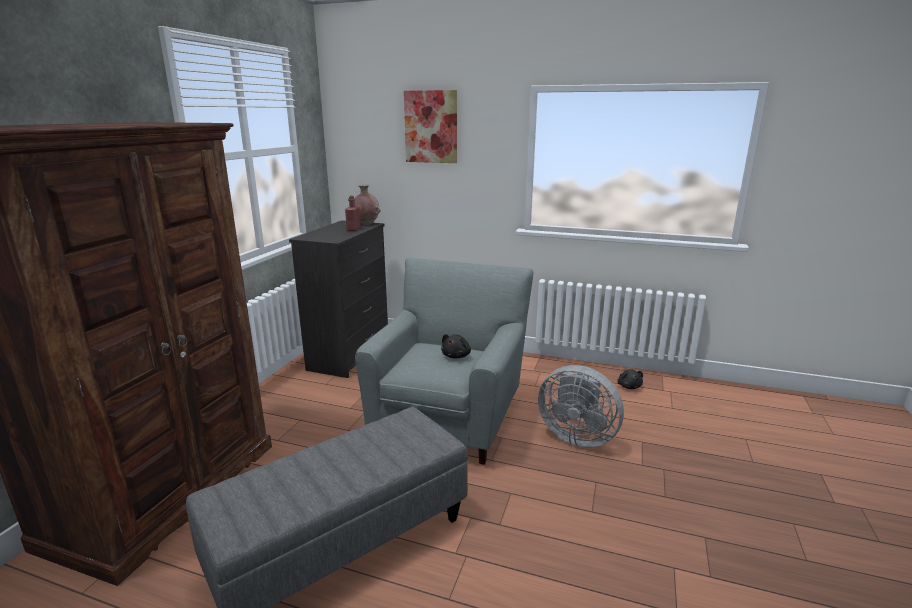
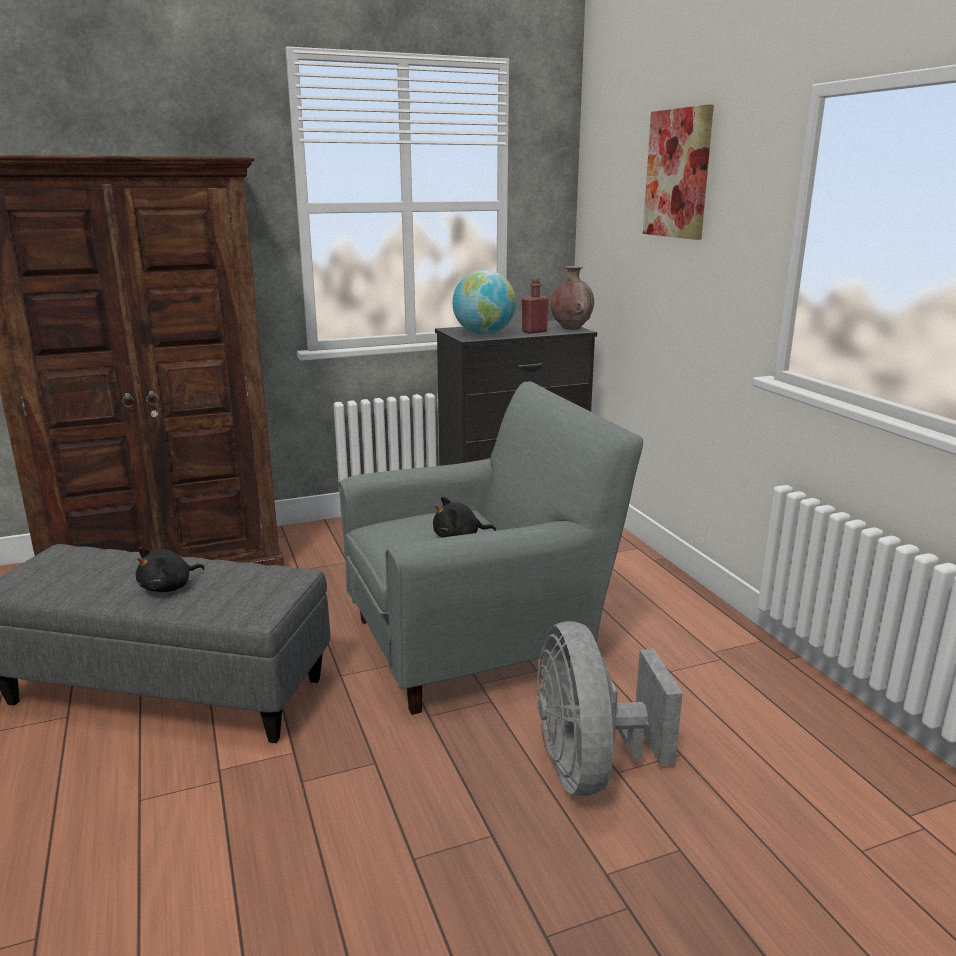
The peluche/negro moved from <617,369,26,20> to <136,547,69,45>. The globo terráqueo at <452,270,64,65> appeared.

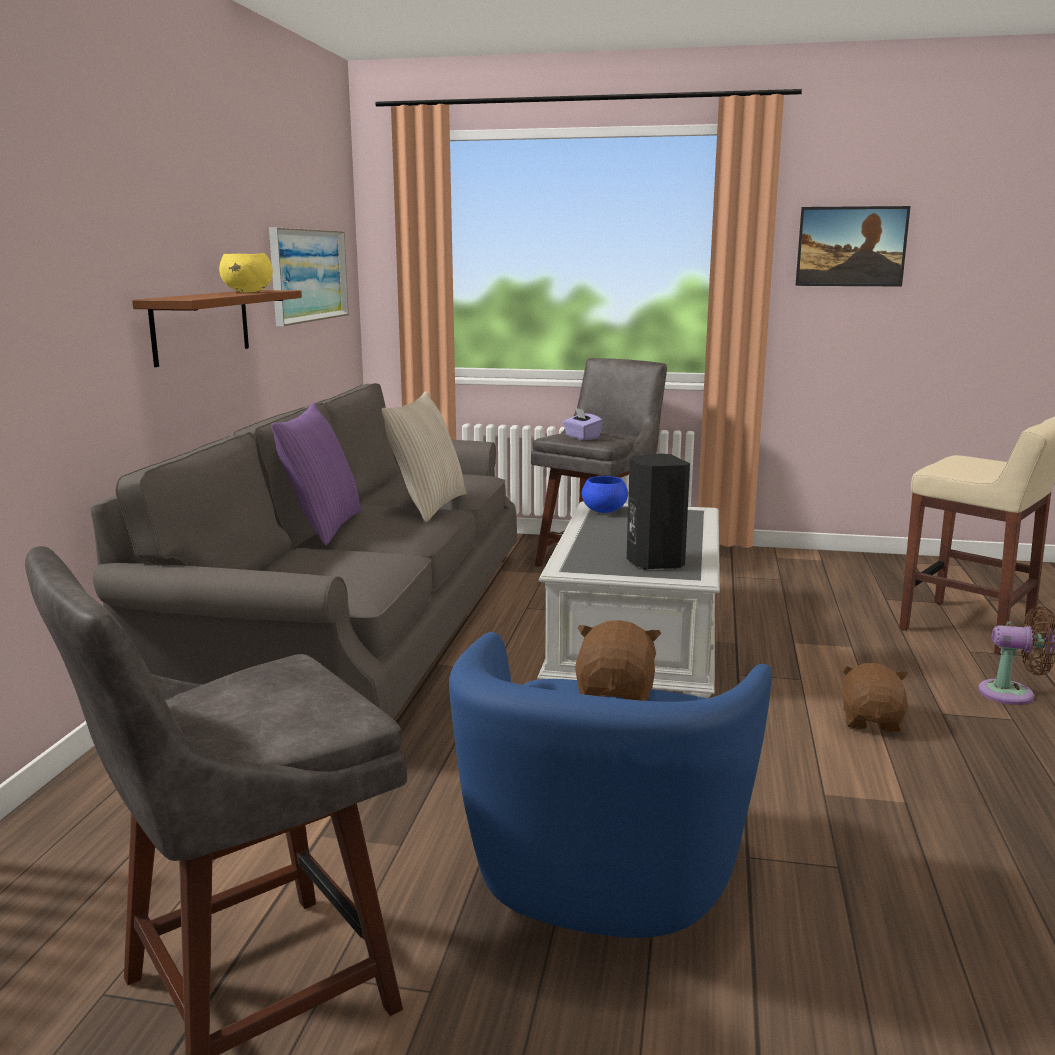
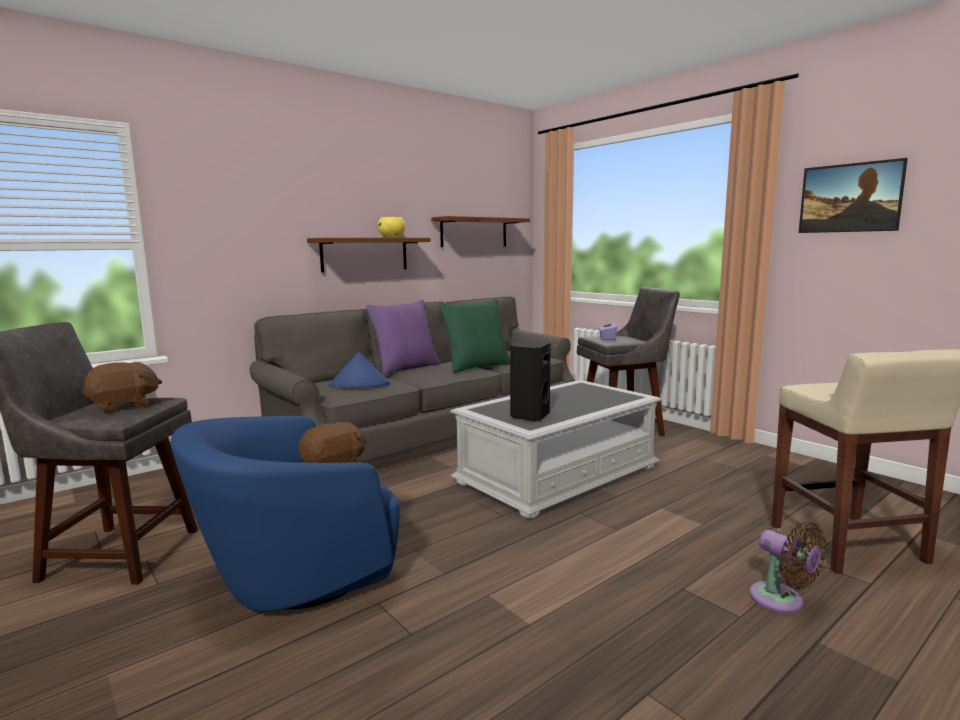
The peluche/marrón moved from <840,663,68,70> to <83,362,79,51>. The sombrero/azul at <328,352,62,36> appeared. The cuadro at <269,228,80,98> was replaced by the estante/marrón at <431,216,99,31>. The cojín/beis at <381,391,85,131> became the cojín/verde at <439,299,71,74>. The cuenco/azul at <582,476,46,37> disappeared.

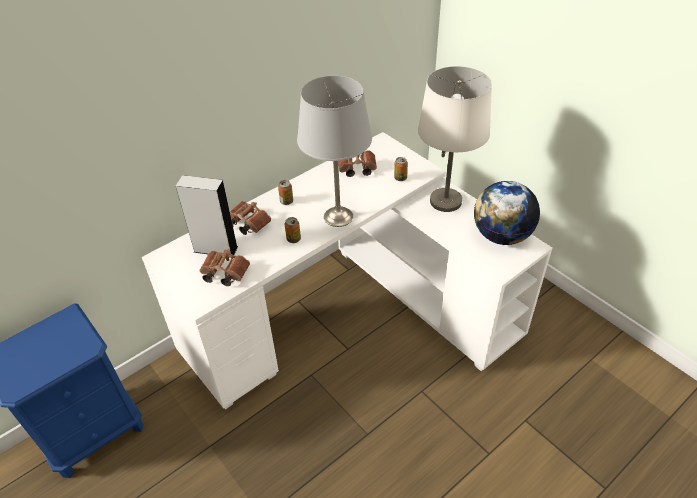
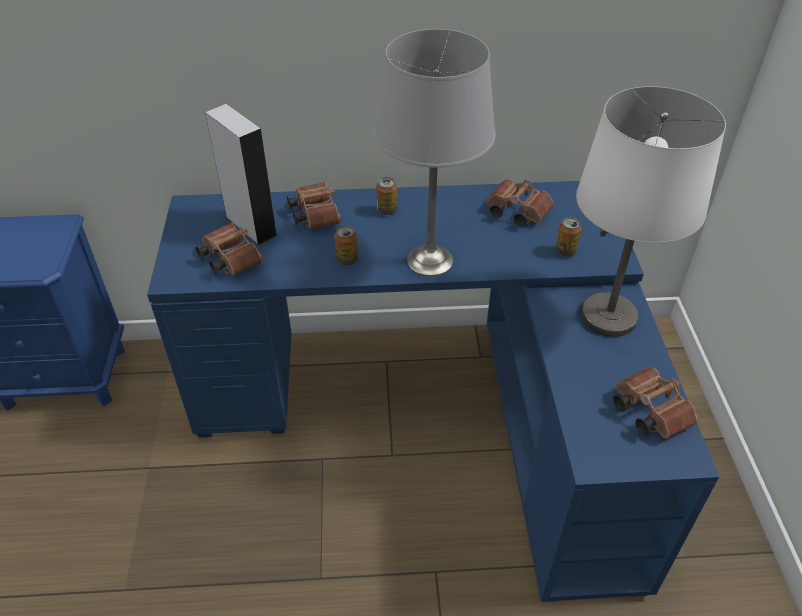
The escritorio/blanco at <142,132,410,278> became the escritorio/azul at <147,181,572,421>. The globo terráqueo at <474,181,66,64> was replaced by the prismáticos/marrón at <613,368,85,71>.

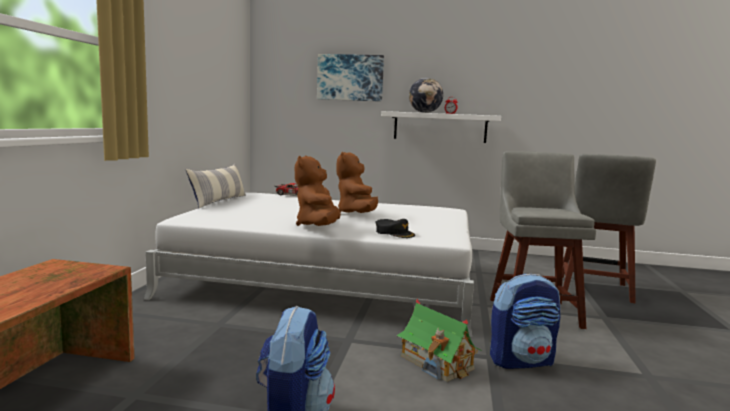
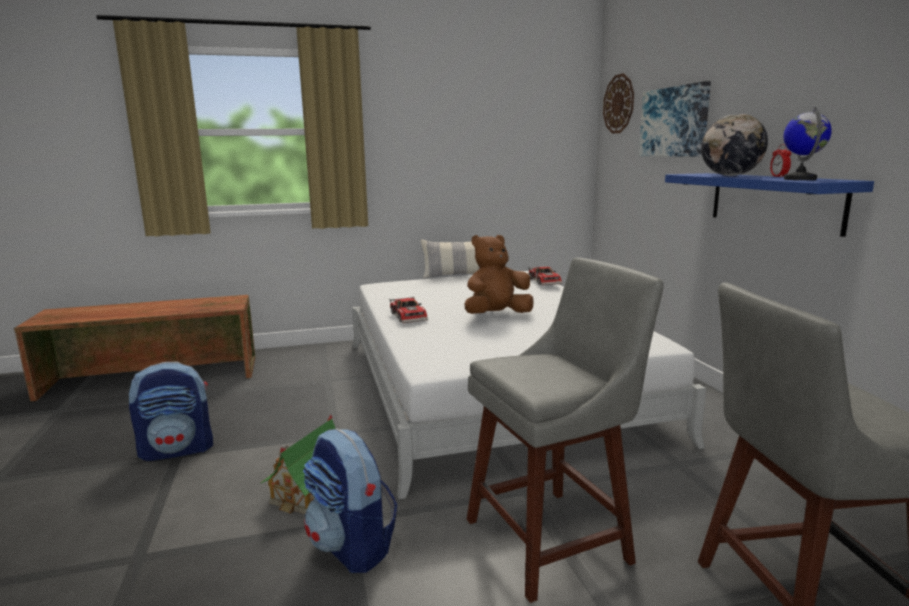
The peluche/marrón at <295,156,46,70> was replaced by the coche de juguete at <390,297,38,26>. The reloj de pared at <603,73,31,61> appeared. The estante/blanco at <381,111,120,32> became the estante/azul at <665,173,209,64>. The globo terráqueo at <783,106,49,74> appeared. The gorra/negro at <376,219,39,19> disappeared.

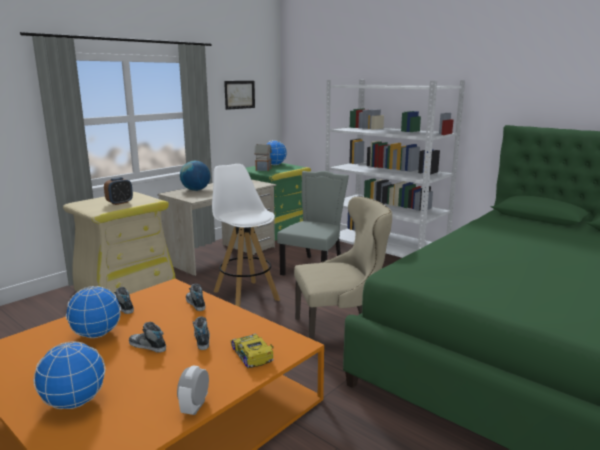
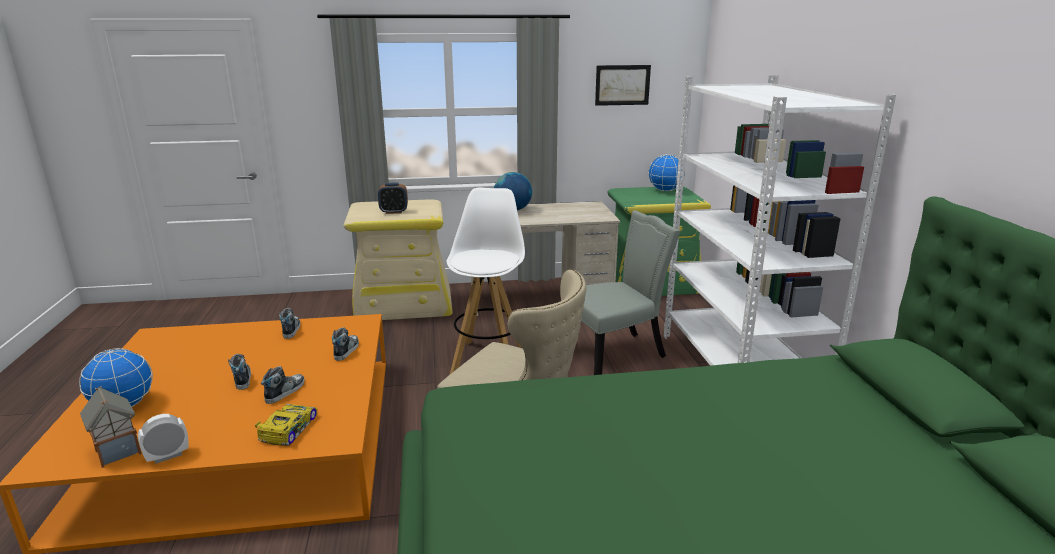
The casita moved from <254,144,18,27> to <80,386,62,82>. The globo terráqueo at <66,286,55,52> disappeared.

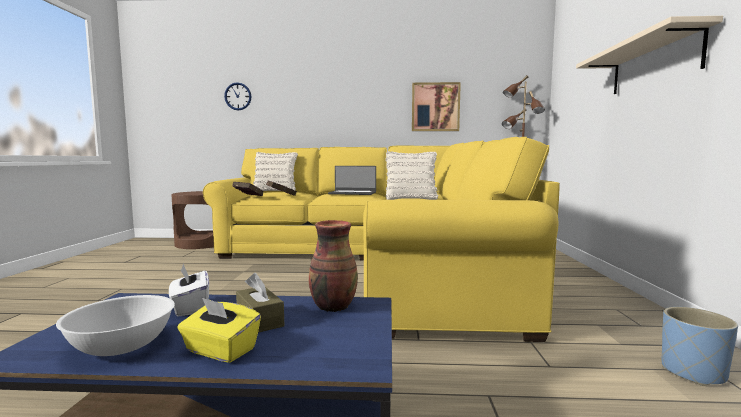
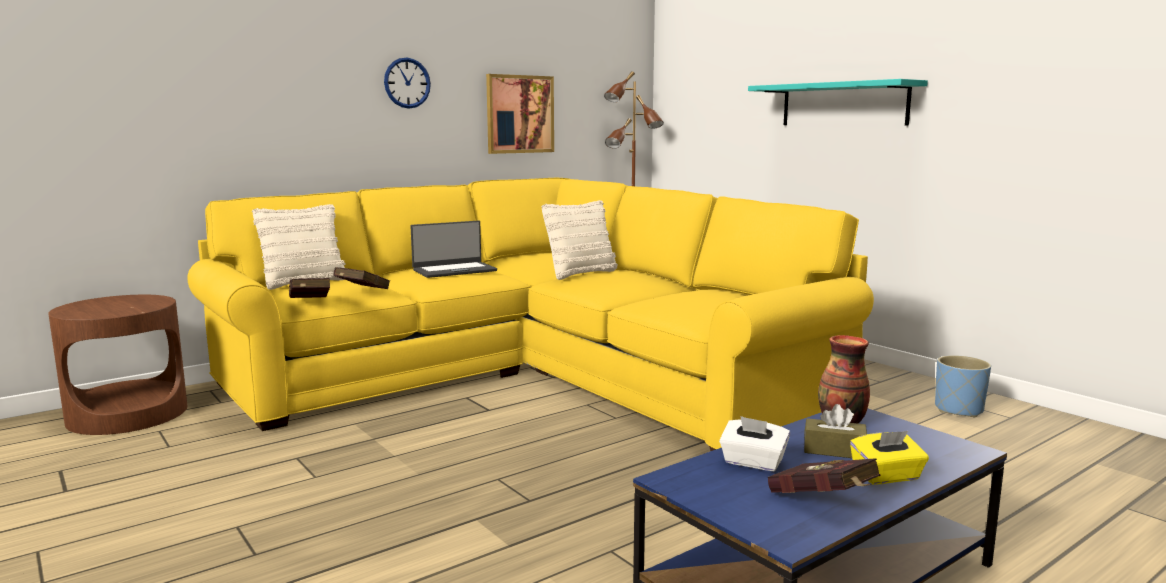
The reloj de pared moved from <224,82,27,29> to <384,58,47,51>. The estante/beis at <576,16,147,78> became the estante/turquesa at <748,79,180,47>. The cuenco/blanco at <56,295,119,61> was replaced by the libro/rojo at <768,458,113,35>.

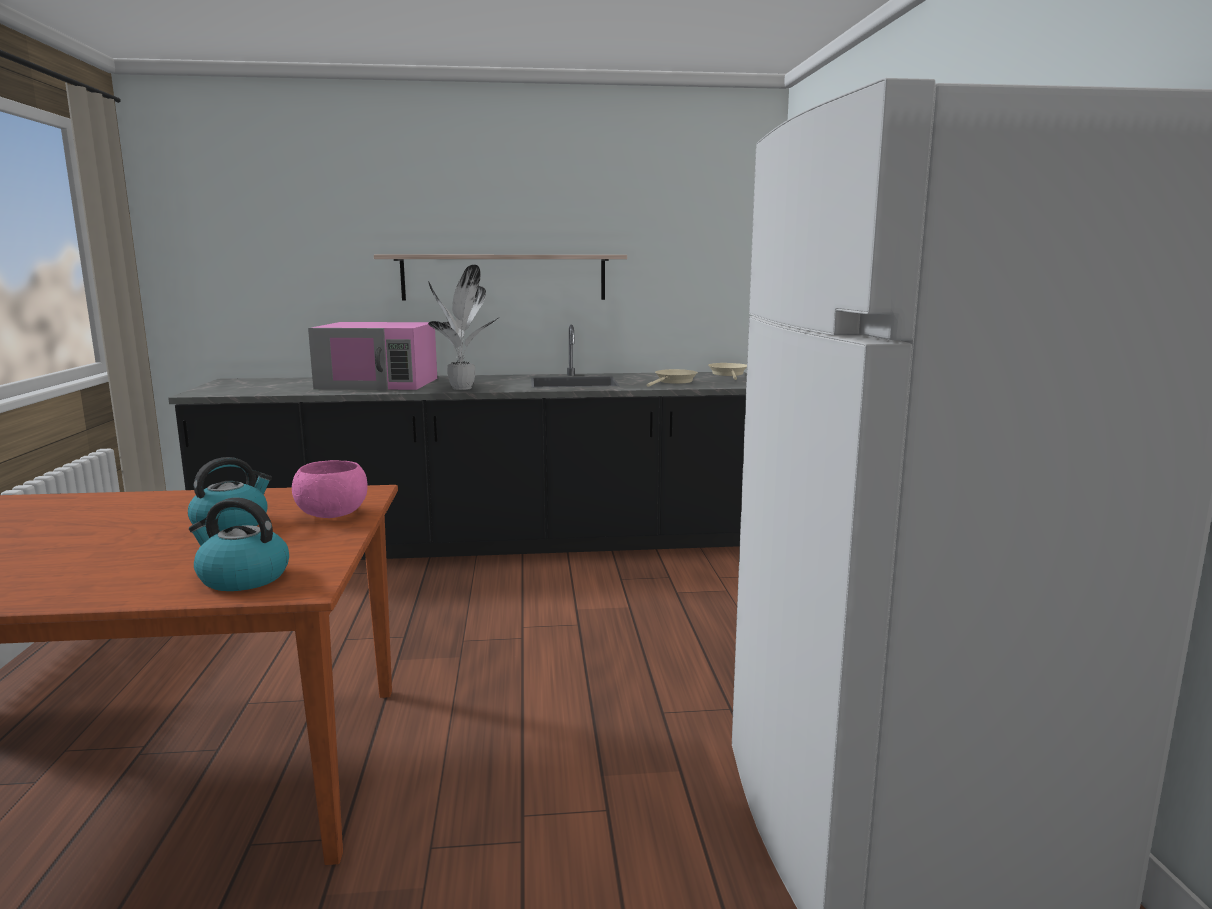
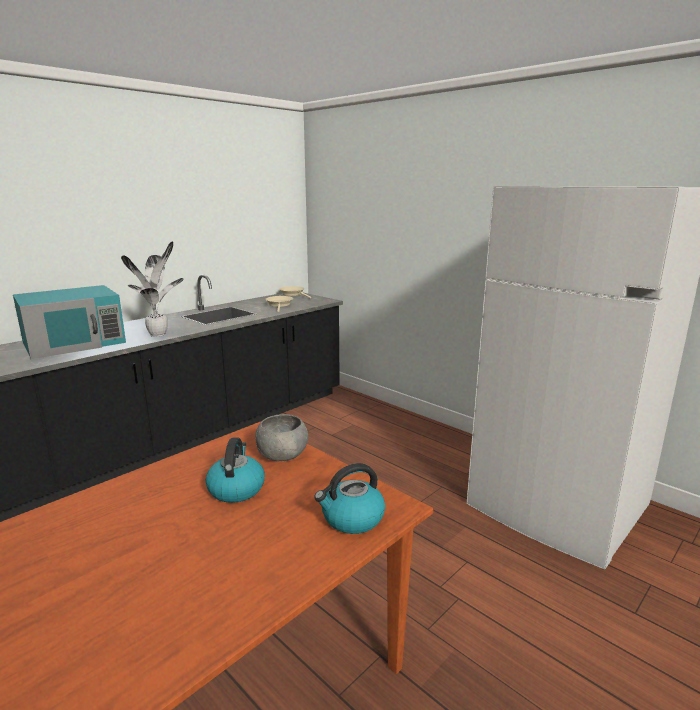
The microondas/rosa at <308,322,129,68> became the microondas/turquesa at <13,285,113,75>. The cuenco/rosa at <292,460,76,58> became the cuenco/gris at <255,414,53,47>. The estante at <374,255,253,46> disappeared.

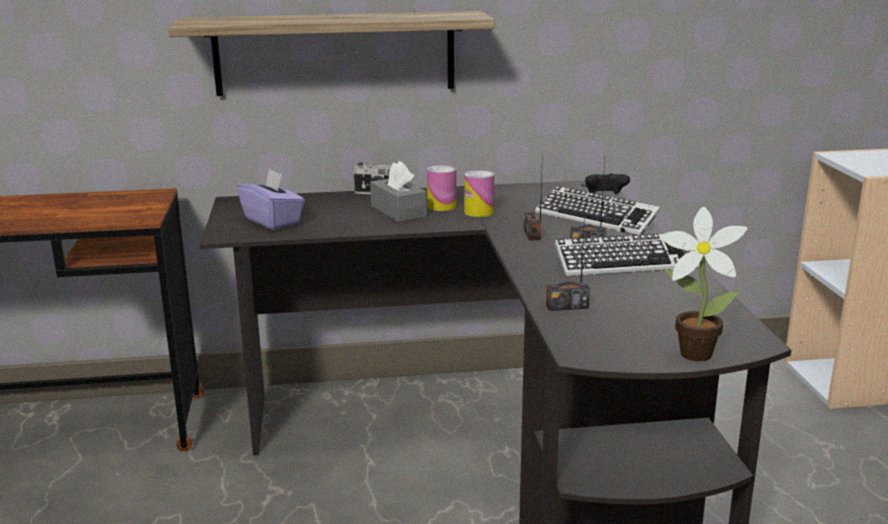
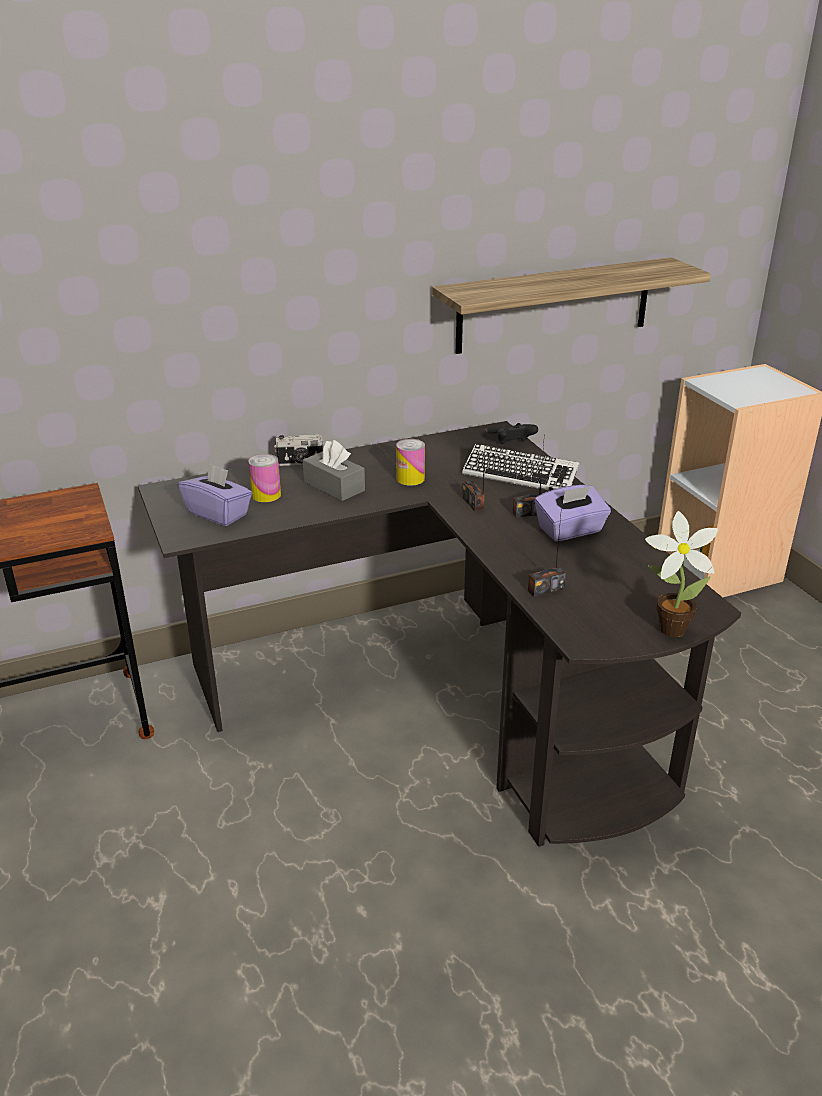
The lata moved from <427,165,29,46> to <248,454,33,48>. The estante moved from <168,11,327,85> to <432,257,279,97>. The teclado at <554,234,146,43> was replaced by the caja de pañuelos/morado at <535,485,76,57>.

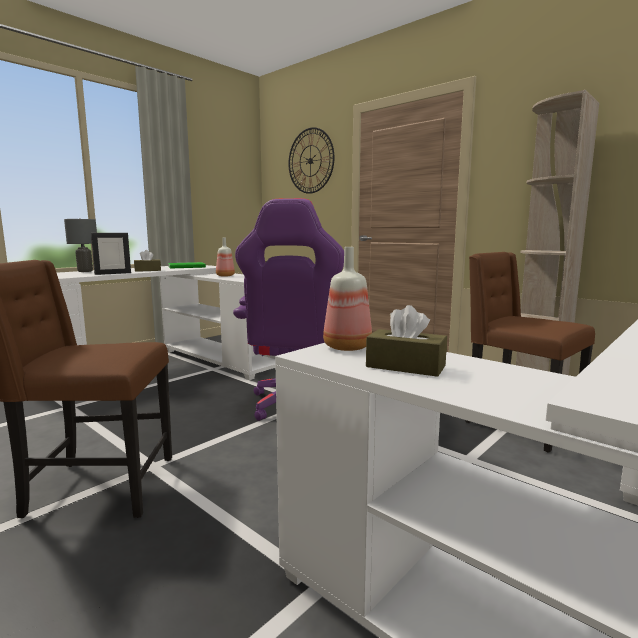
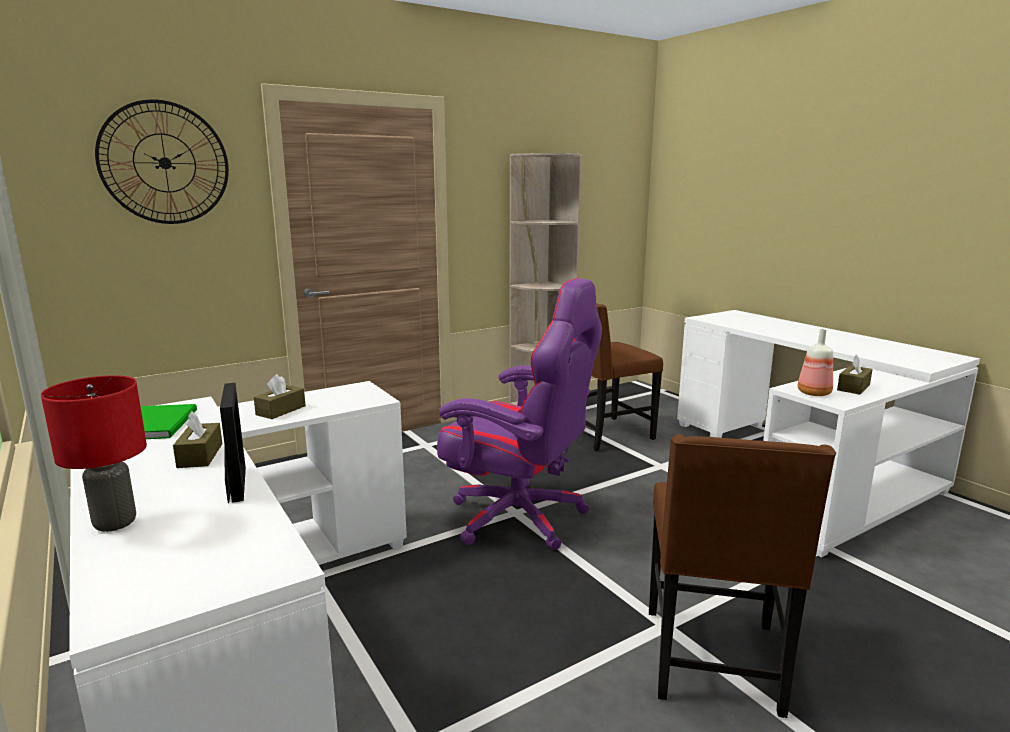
The lámpara de mesa/gris at <64,218,33,54> became the lámpara de mesa/rojo at <41,375,106,157>. The botella at <216,238,19,39> was replaced by the caja de pañuelos/marrón at <254,374,52,45>.

